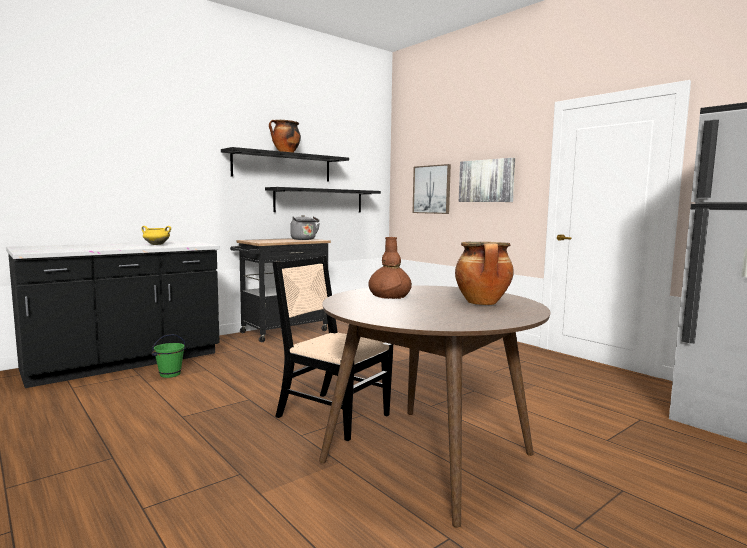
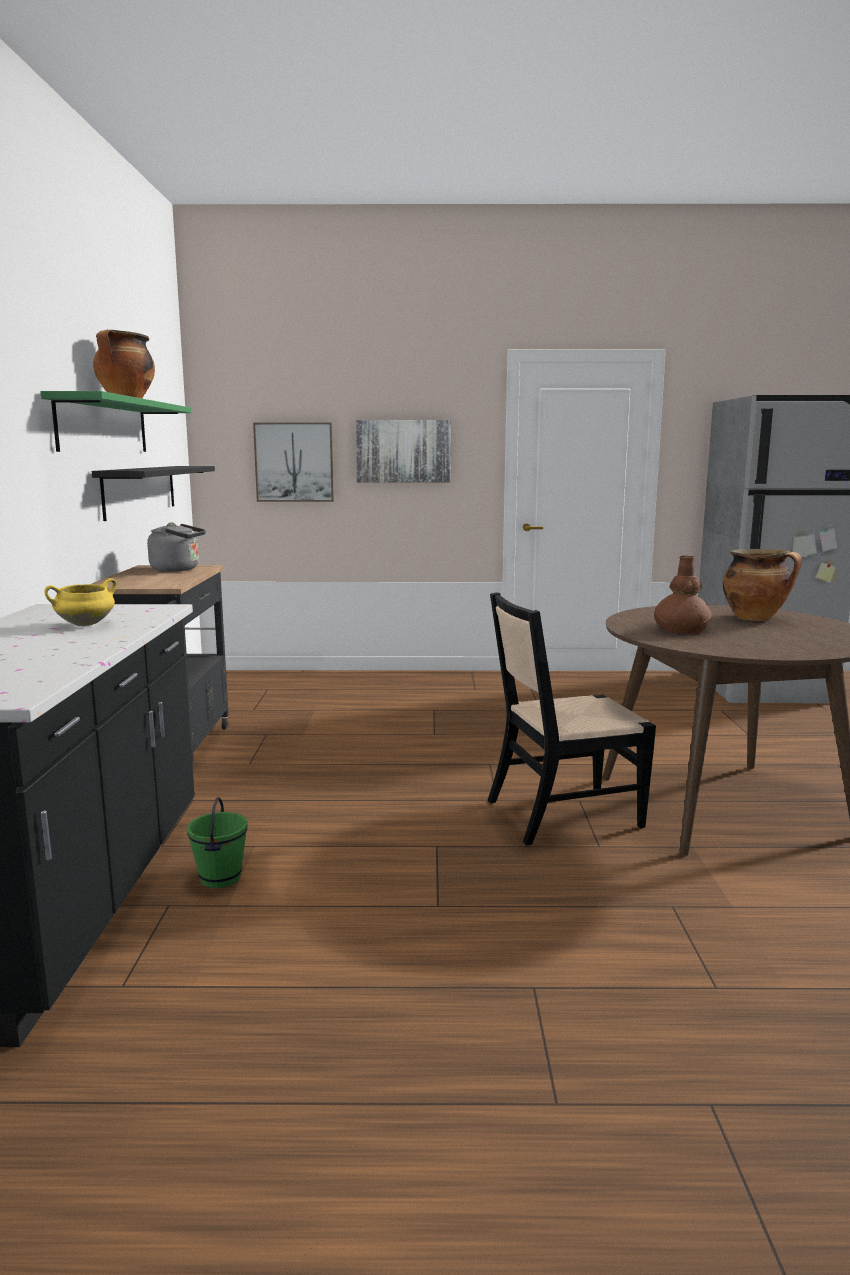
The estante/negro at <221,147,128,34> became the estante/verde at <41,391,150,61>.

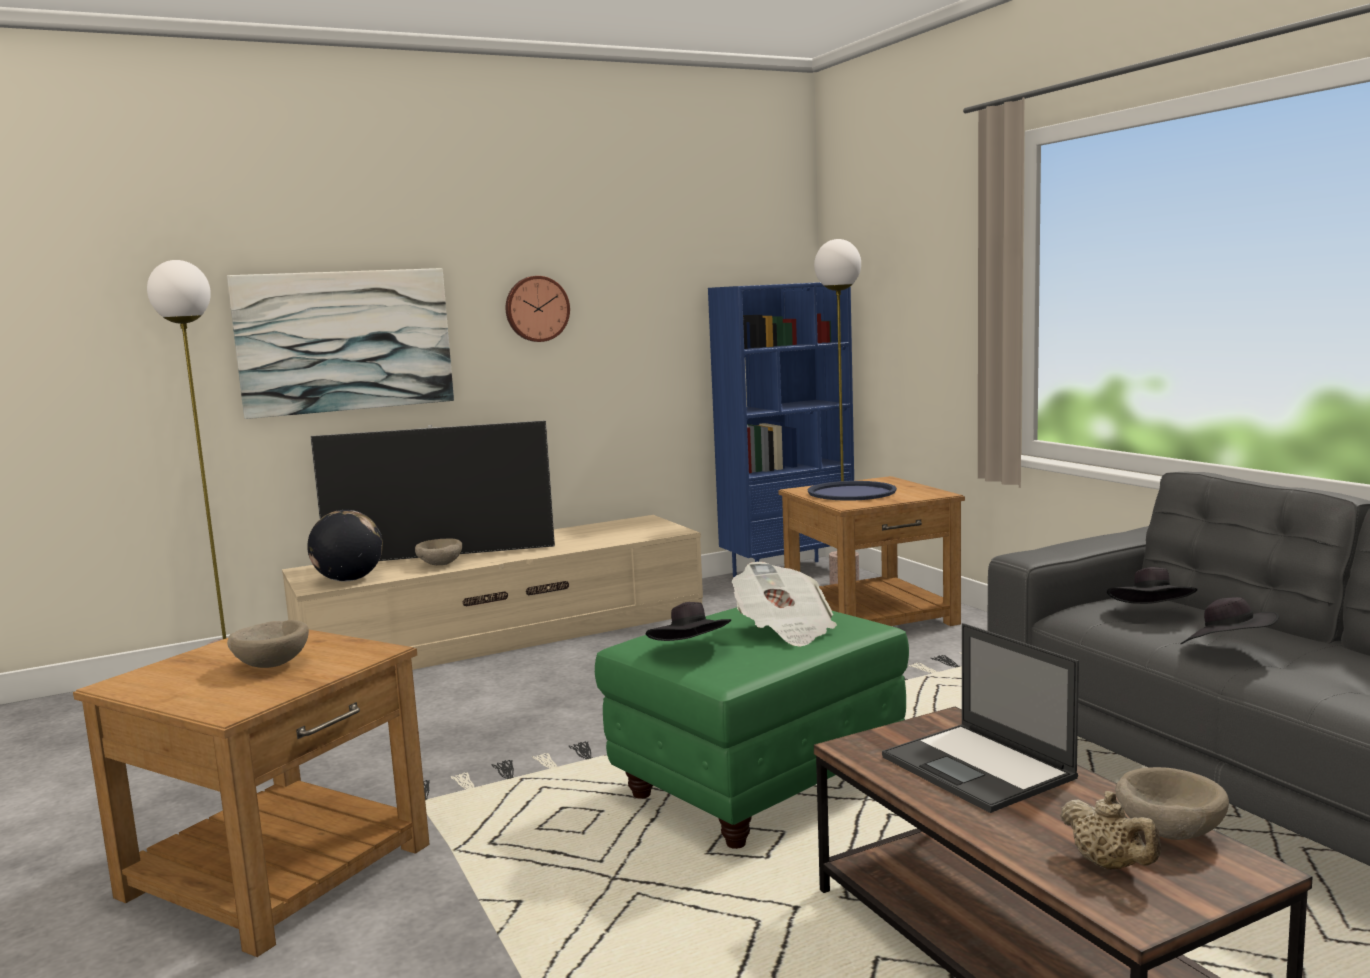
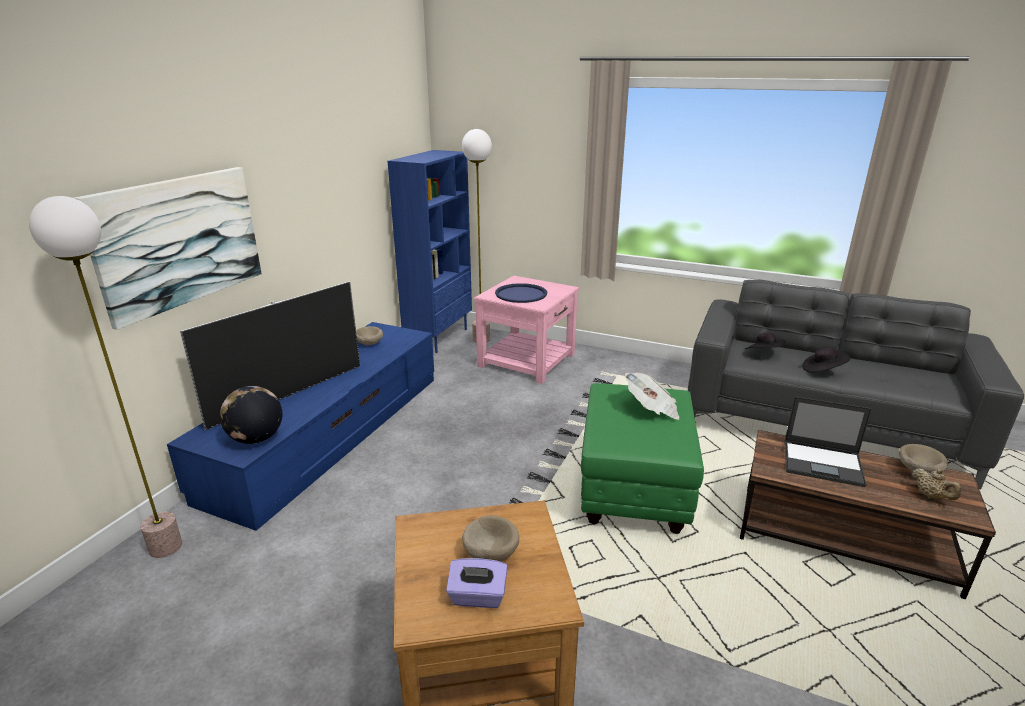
The mueble de televisión/beis at <282,515,421,155> became the mueble de televisión/azul at <167,322,267,209>. The cuenco/beis moved from <415,538,47,27> to <356,326,27,19>. The caja de pañuelos/morado at <446,558,62,50> appeared. The mesa auxiliar/marrón at <778,476,187,150> became the mesa auxiliar/rosa at <474,276,106,108>. The tetera/beis at <1060,791,101,79> turned 45 degrees clockwise. The reloj de pared at <506,276,64,66> disappeared. The sombrero/negro at <646,602,85,39> disappeared.

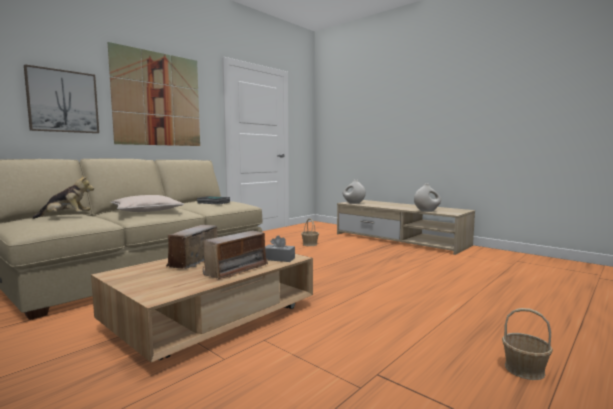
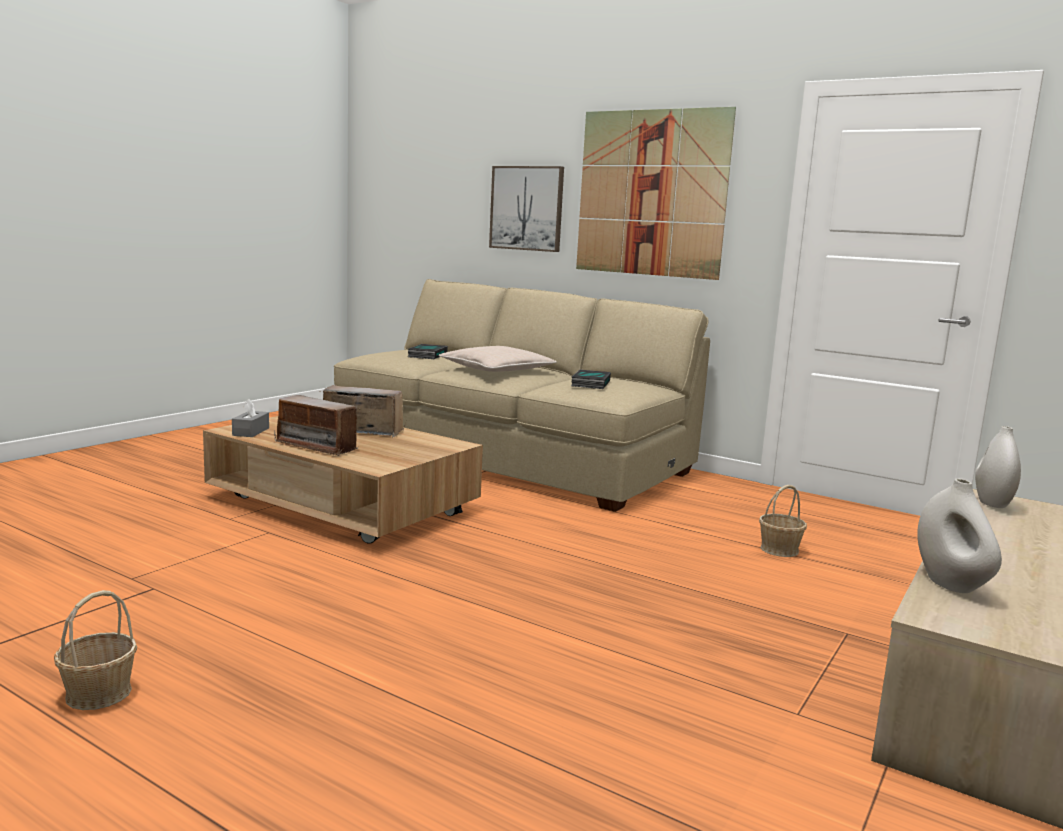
The caja de pañuelos/gris moved from <265,235,30,27> to <232,399,37,38>. The peluche at <33,175,61,44> was replaced by the libro at <408,344,40,15>.

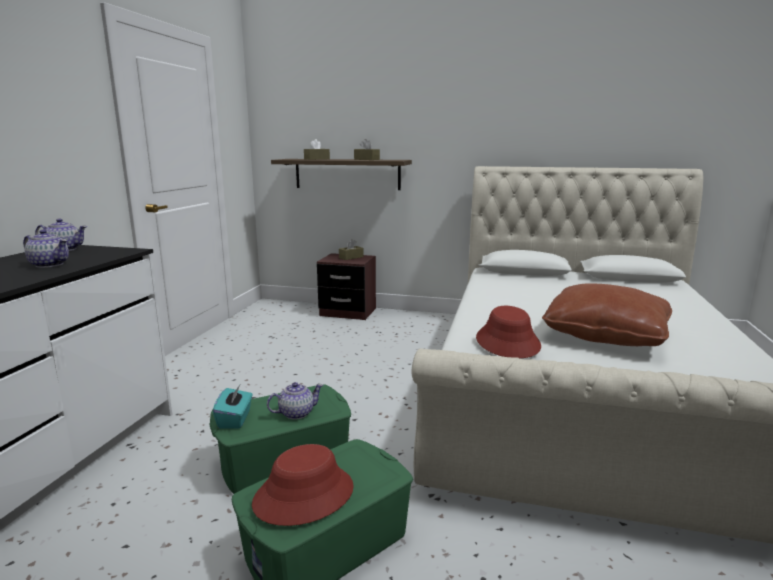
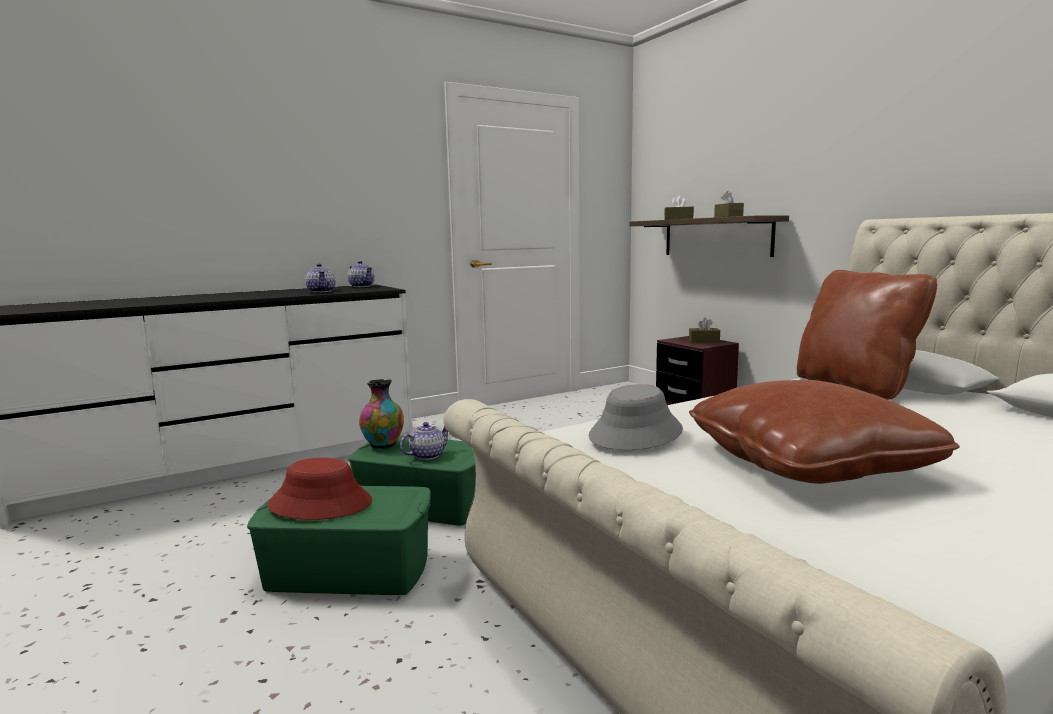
The caja de pañuelos/turquesa at <213,385,40,44> was replaced by the florero at <359,379,45,70>. The tetera at <267,382,56,38> turned 60 degrees counterclockwise. The sombrero/rojo at <476,306,65,52> became the sombrero/gris at <589,384,94,66>. The cojín/marrón at <797,270,140,130> appeared.

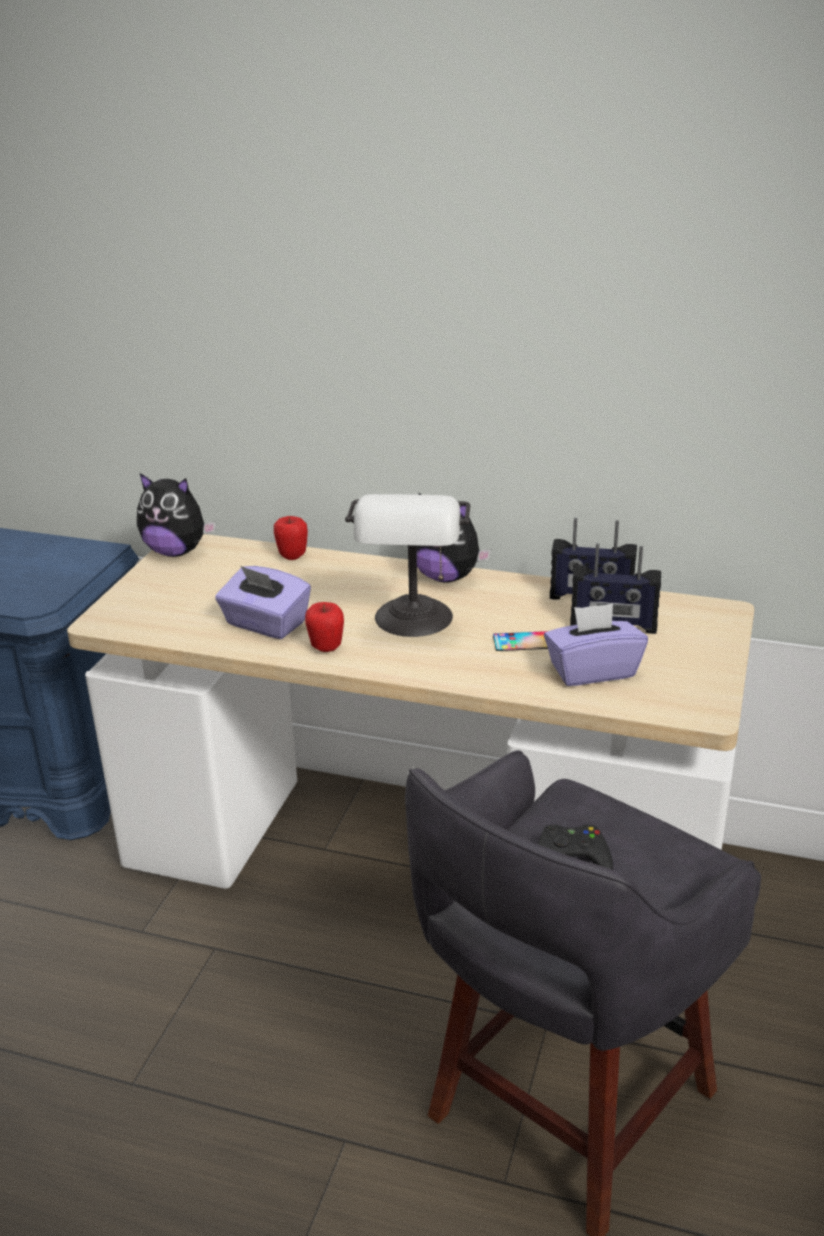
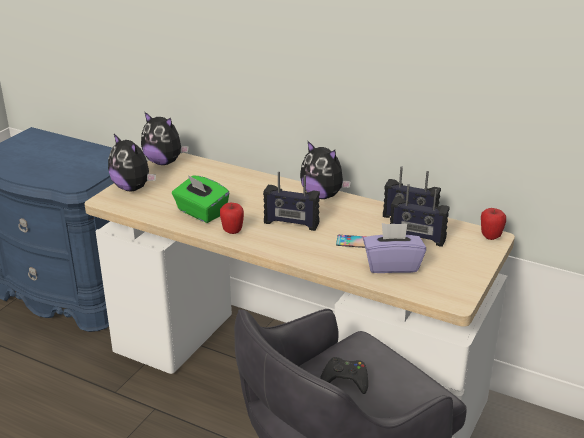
The peluche at <108,134,48,58> appeared. The caja de pañuelos/morado at <215,565,96,74> became the caja de pañuelos/verde at <172,175,57,48>. The lámpara de mesa at <345,494,125,143> was replaced by the radio at <263,172,57,59>. The manzana moved from <274,516,34,44> to <481,208,25,32>.

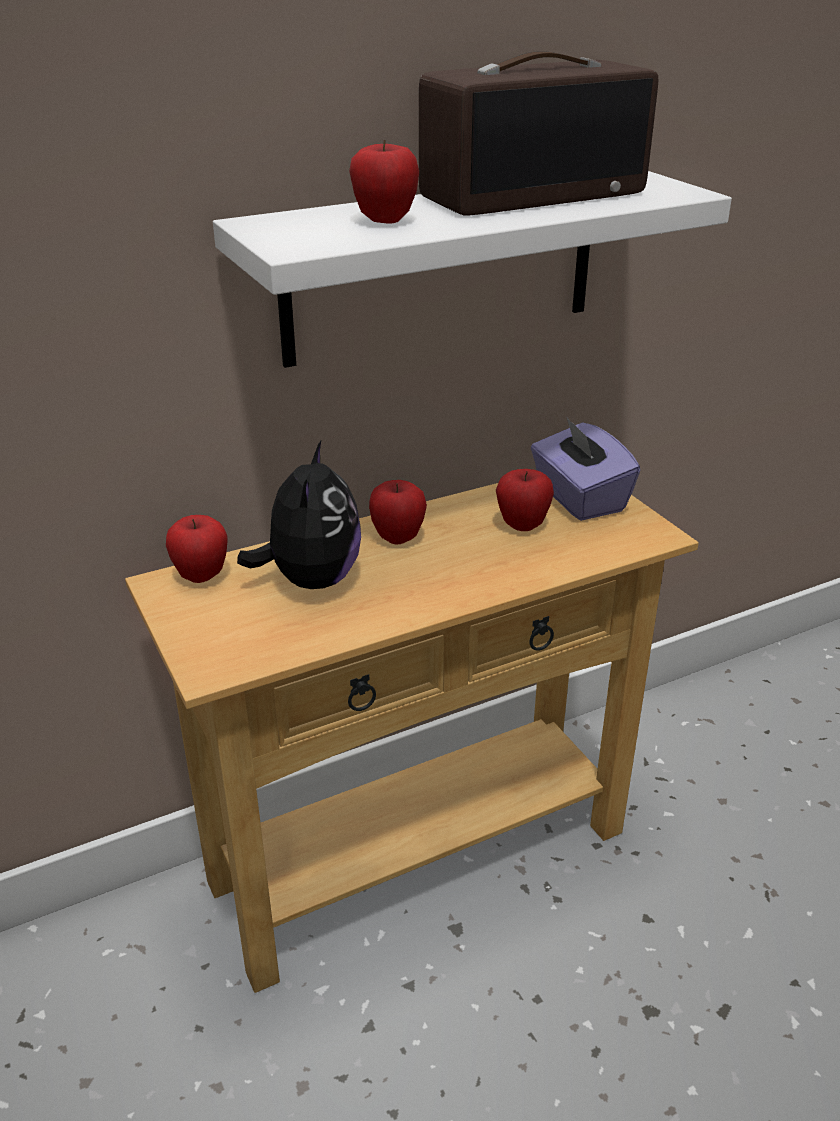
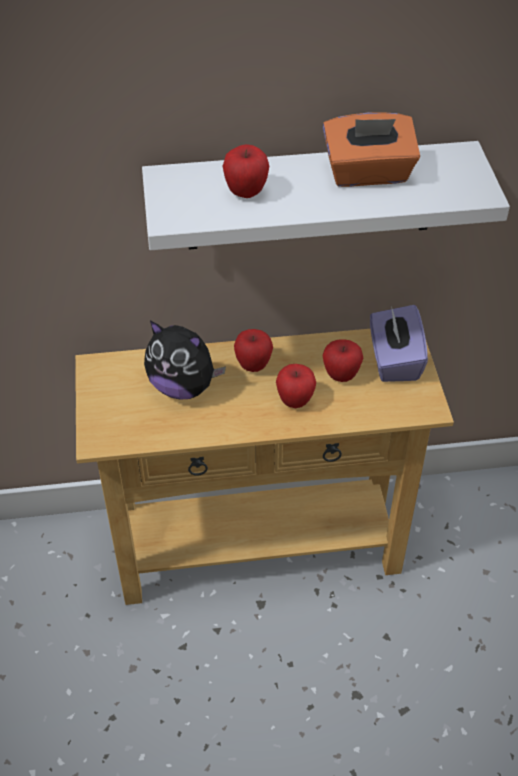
The peluche at <237,441,124,148> turned 90 degrees clockwise. The manzana moved from <166,515,62,68> to <276,364,40,44>. The radio at <419,51,239,164> was replaced by the caja de pañuelos/naranja at <323,112,97,75>.

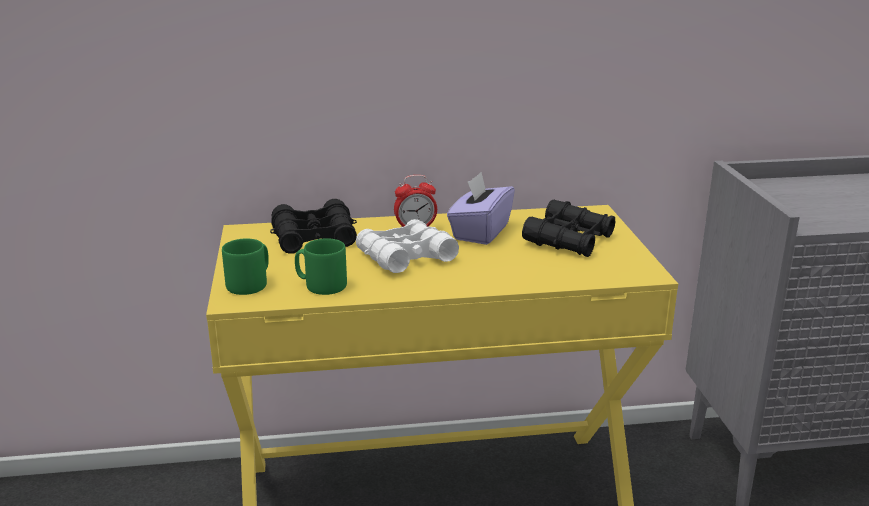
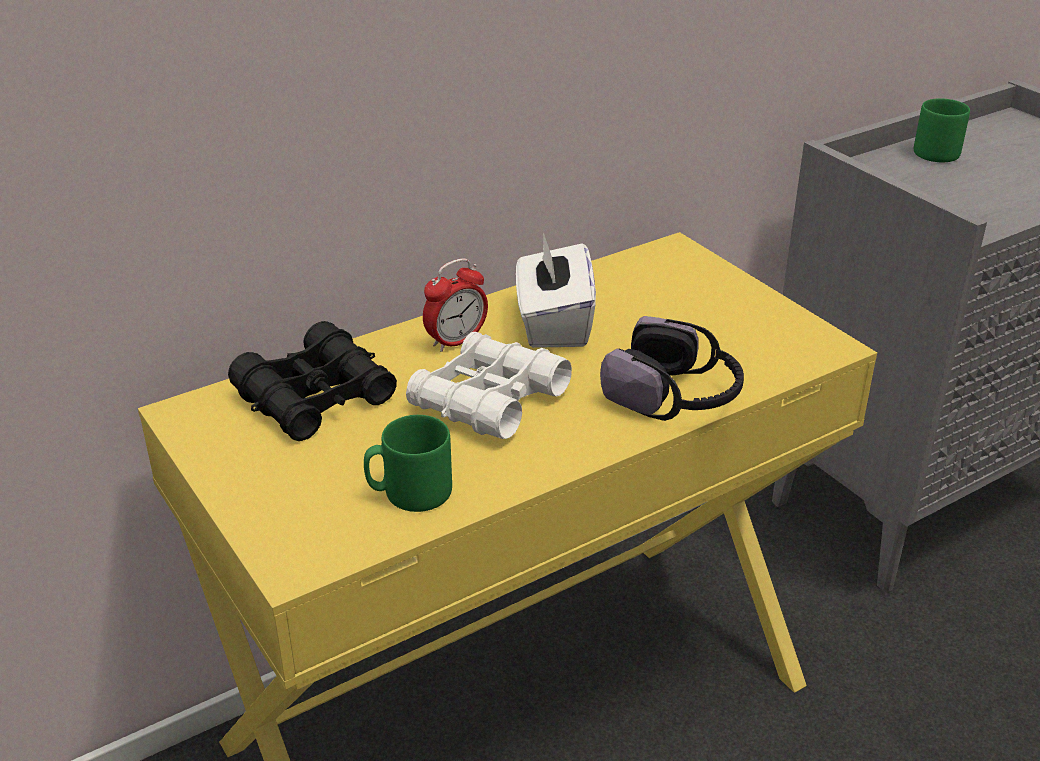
The caja de pañuelos/morado at <447,172,68,73> became the caja de pañuelos/blanco at <516,234,80,114>. The auriculares at <600,316,144,105> appeared. The taza grande/verde moved from <222,239,47,56> to <914,98,56,64>. The prismáticos/negro at <522,200,93,57> disappeared.

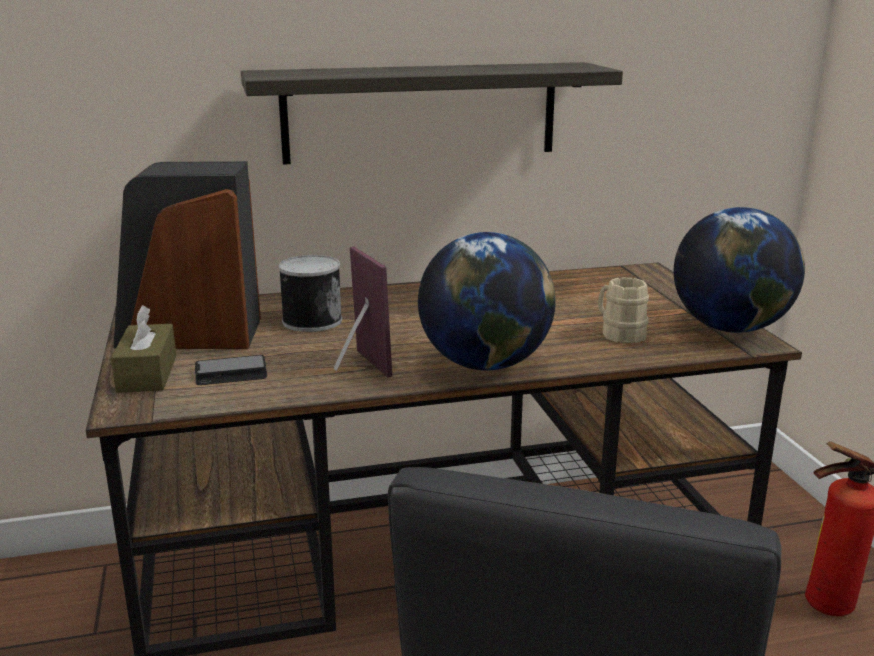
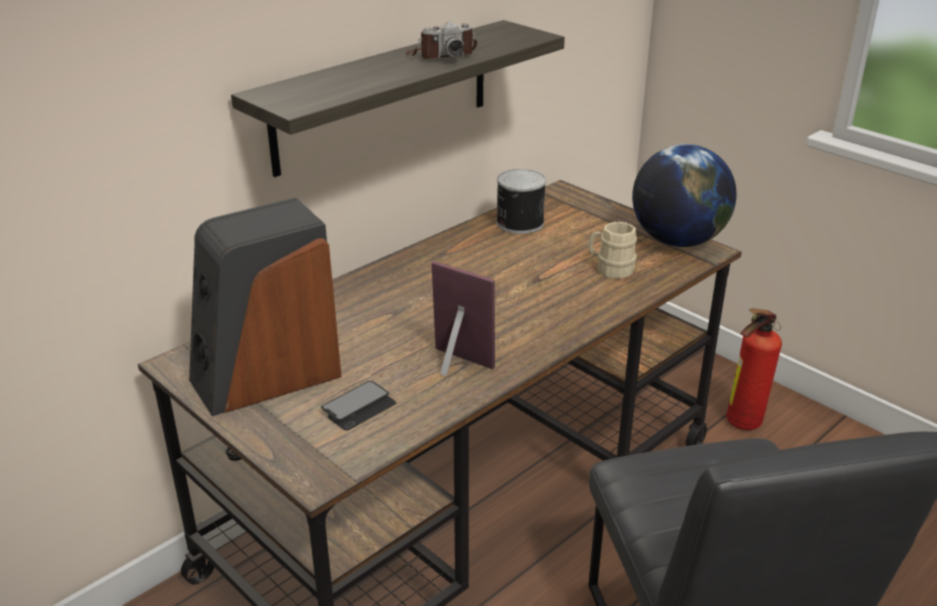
The cámara at <406,22,71,37> appeared. The lata moved from <278,255,64,77> to <496,169,50,65>. The caja de pañuelos/marrón at <111,305,65,88> disappeared. The globo terráqueo at <418,232,138,139> disappeared.

